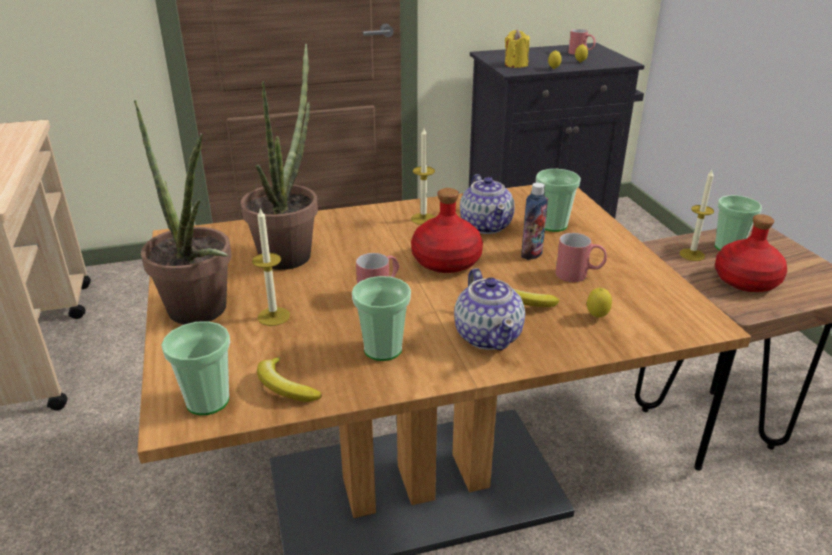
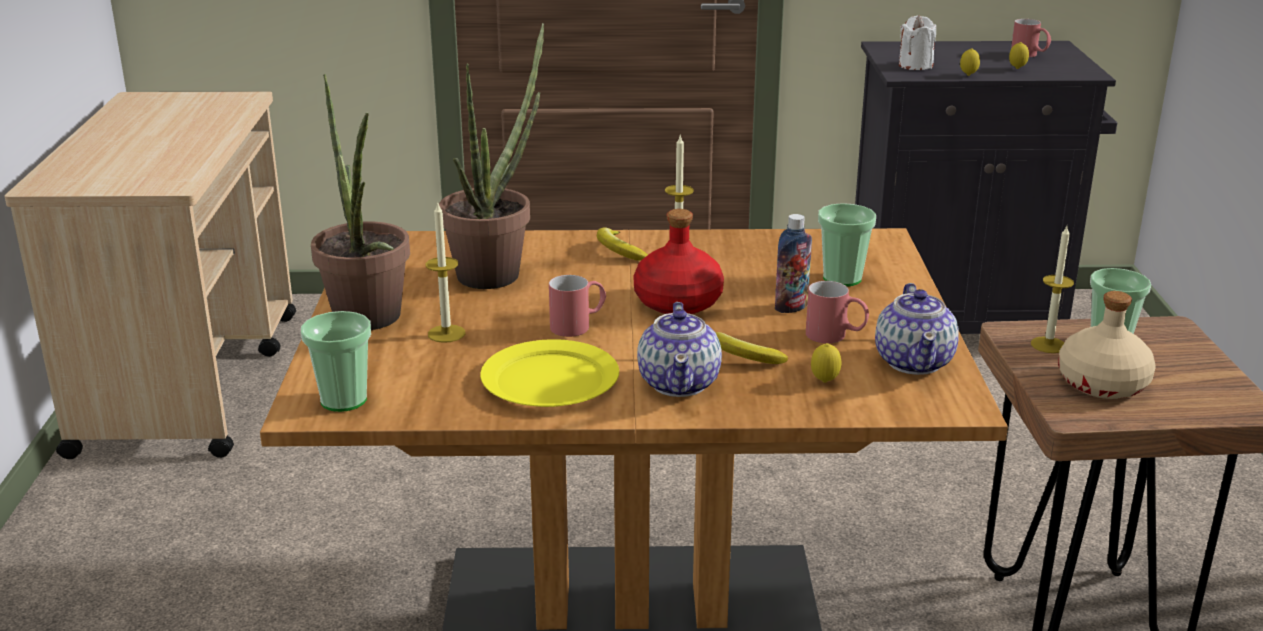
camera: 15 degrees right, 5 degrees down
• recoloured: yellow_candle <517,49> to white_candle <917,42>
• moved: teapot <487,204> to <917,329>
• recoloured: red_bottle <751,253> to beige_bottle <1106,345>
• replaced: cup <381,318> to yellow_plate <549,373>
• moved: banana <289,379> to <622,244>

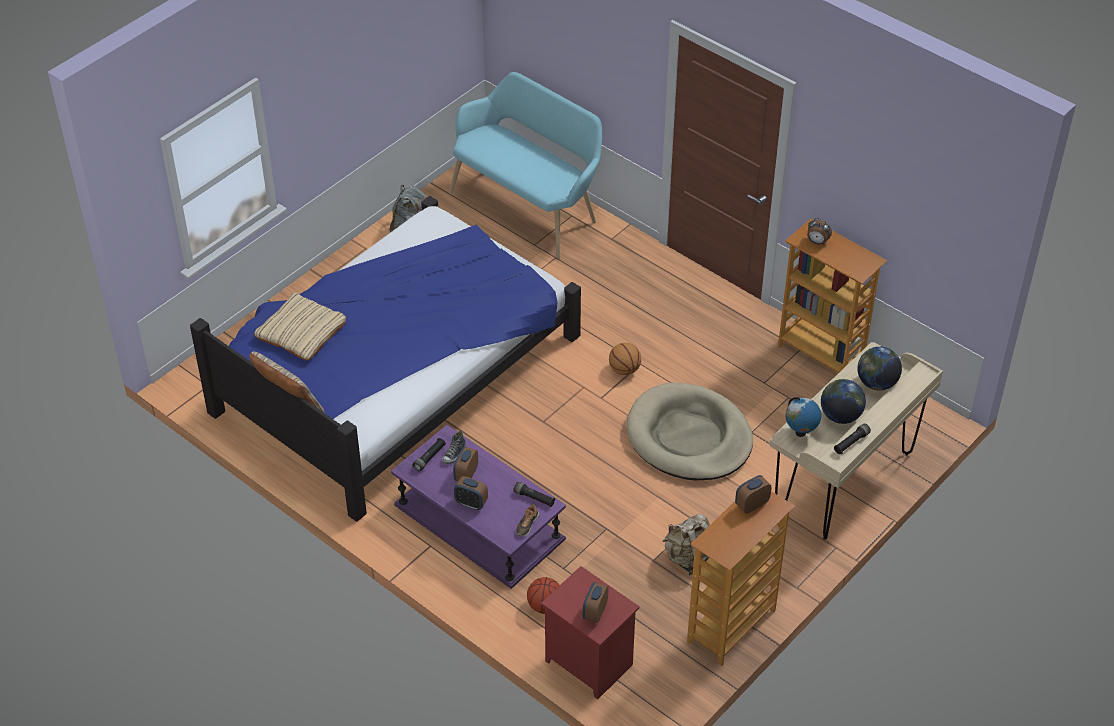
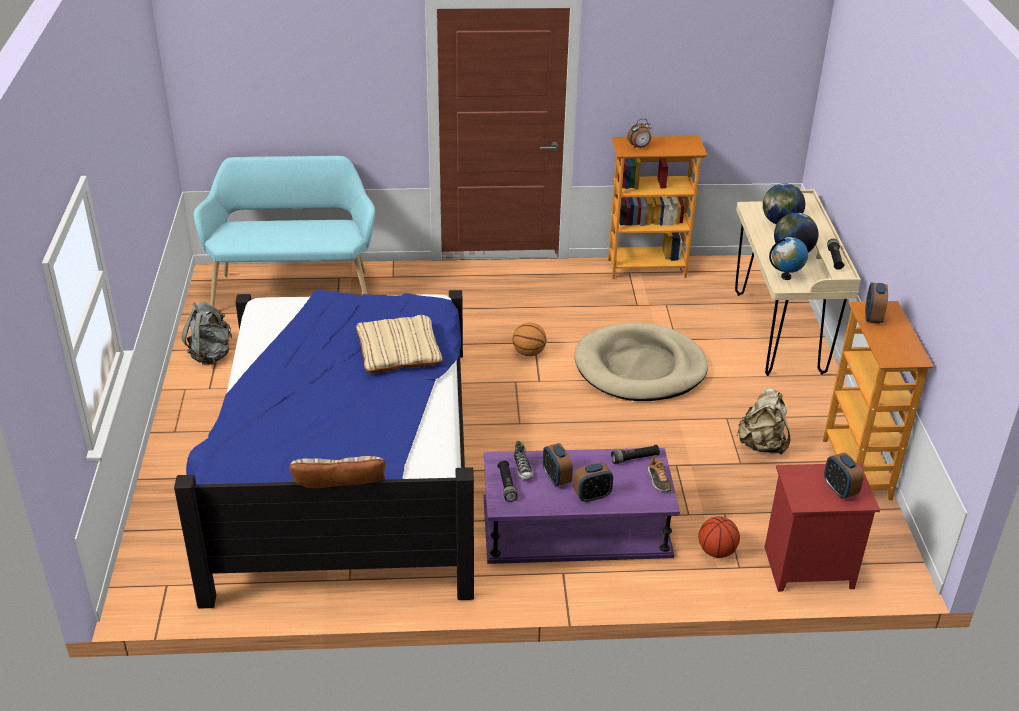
camera: 45 degrees left, 10 degrees down
• moved: beige_pillow <300,327> to <399,344>

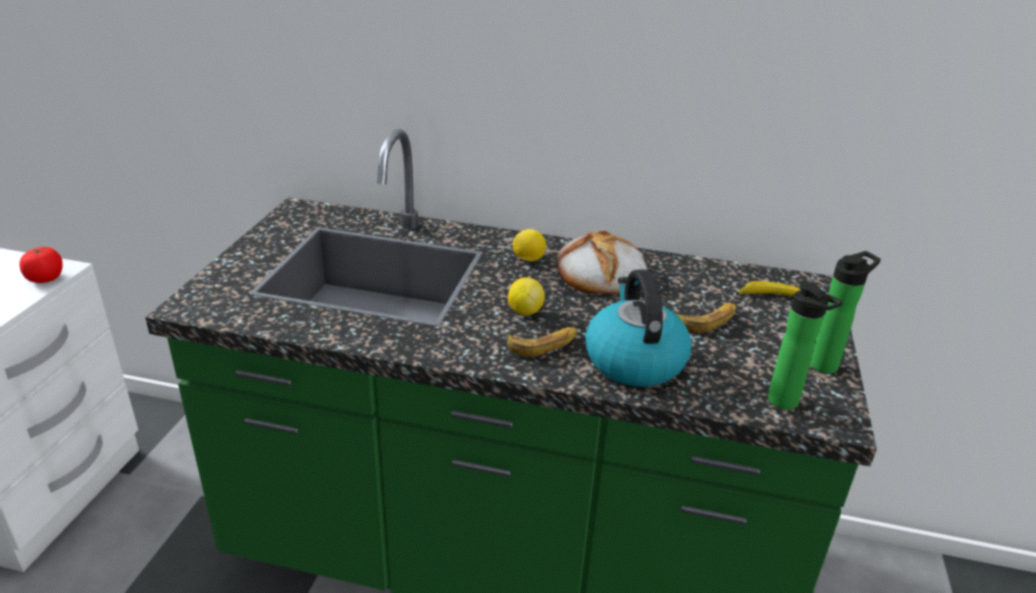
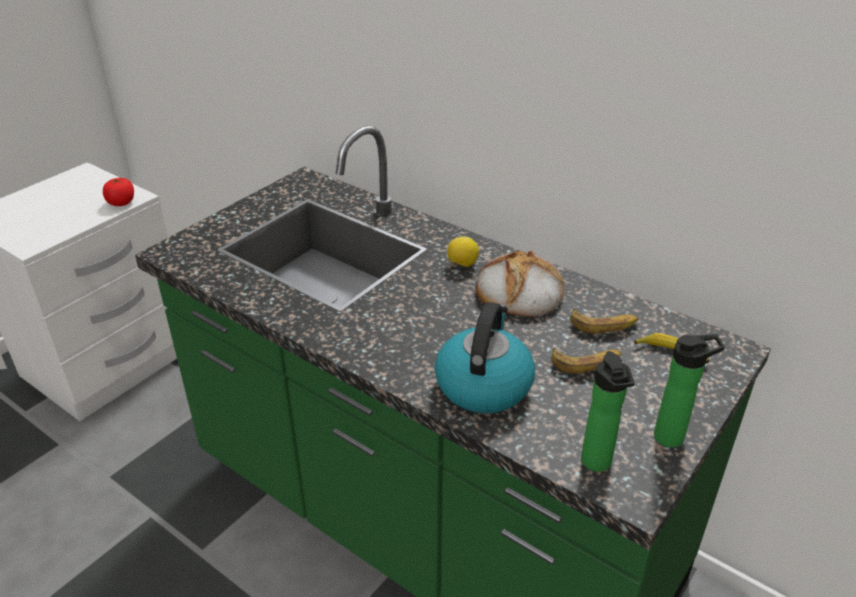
camera: 25 degrees right, 5 degrees up
• removed: lemon <526,296>
• moved: banana <542,342> to <604,321>

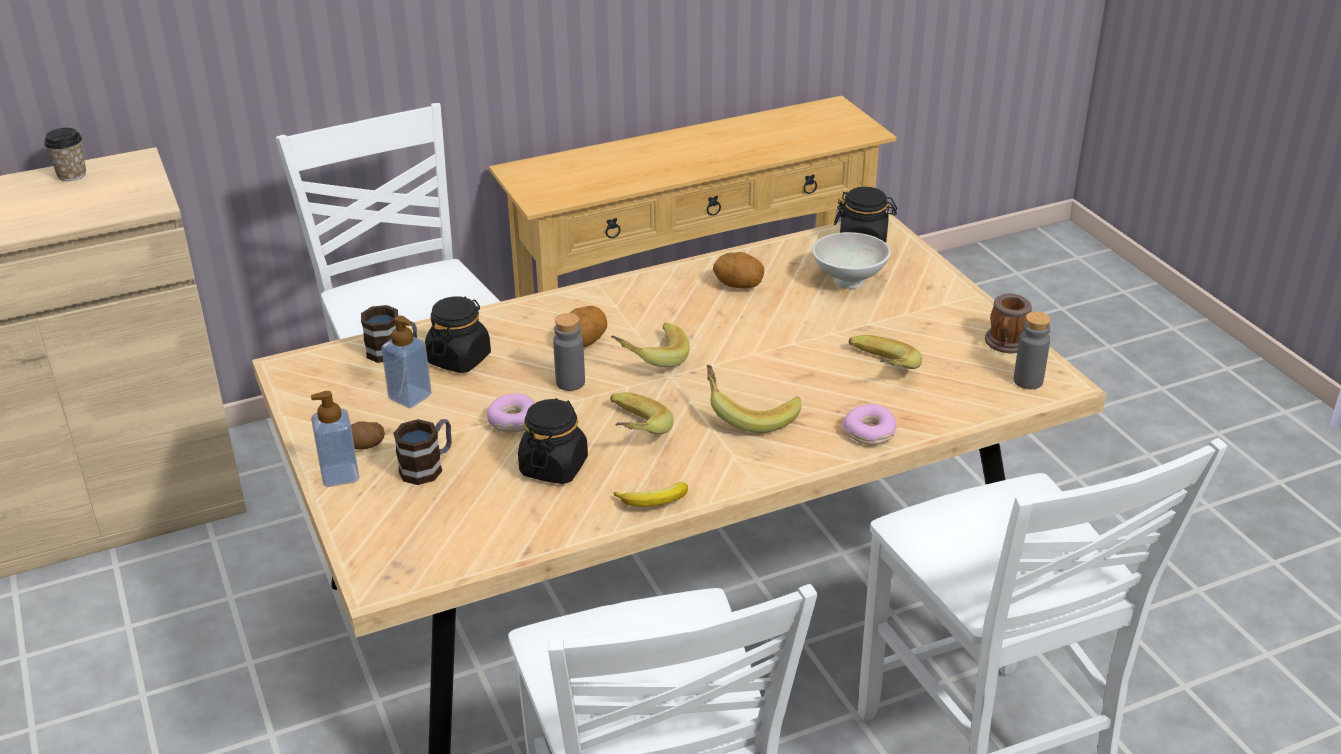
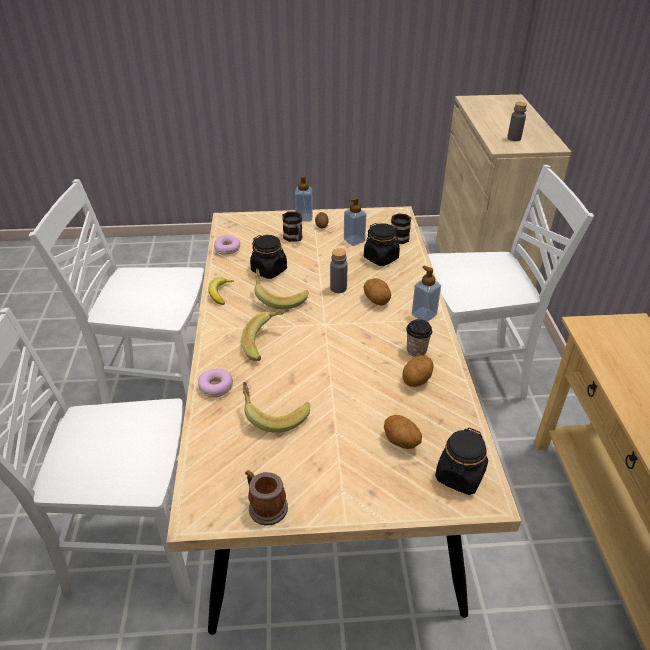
camera: 110 degrees right, 5 degrees up
• moved: cup <65,154> to <419,338>
• replaced: white_bowl <851,260> to potato <403,432>
• moved: grey_bottle <1032,350> to <517,121>
• removed: banana <650,345>
• moved: donut <511,413> to <227,245>
• added: soap_dispenser <426,294>

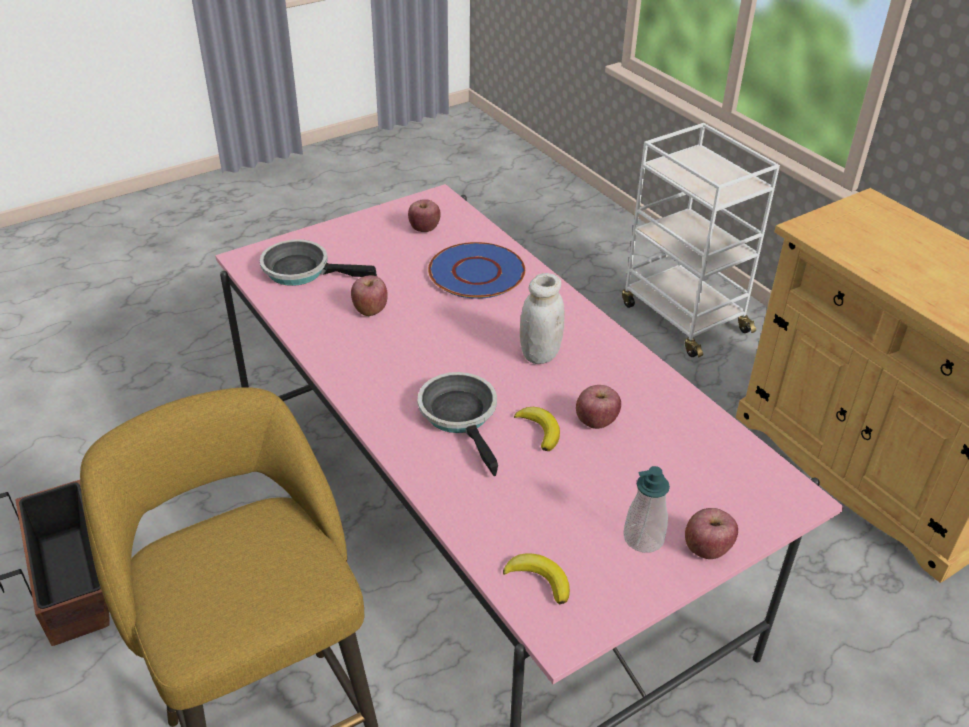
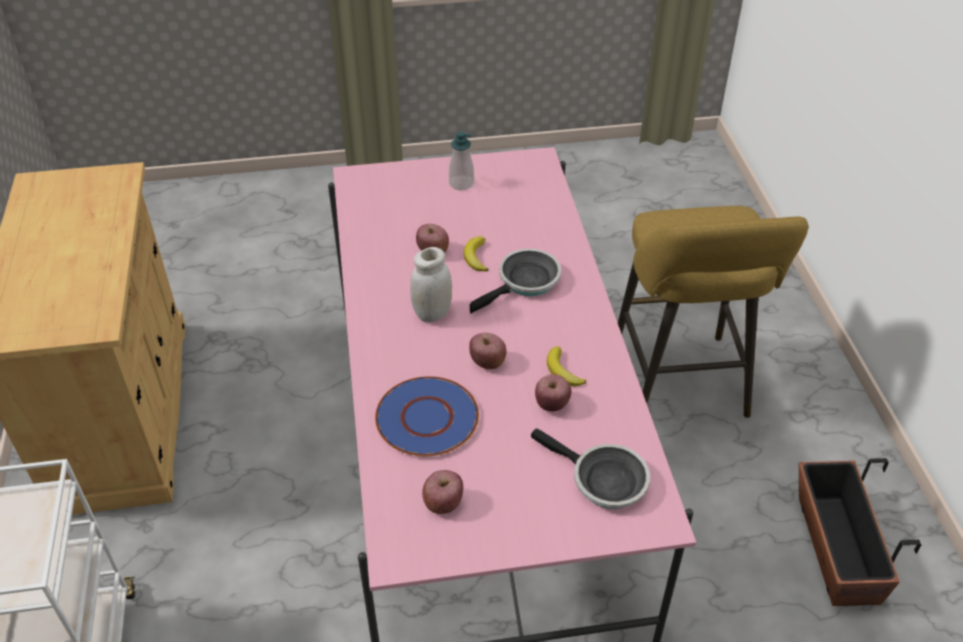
camera: 155 degrees left, 5 degrees up
• turned: frying_pan <458,424> = <515,281> 135 degrees counterclockwise
• moved: apple <711,533> to <488,351>
• moved: banana <536,579> to <566,366>

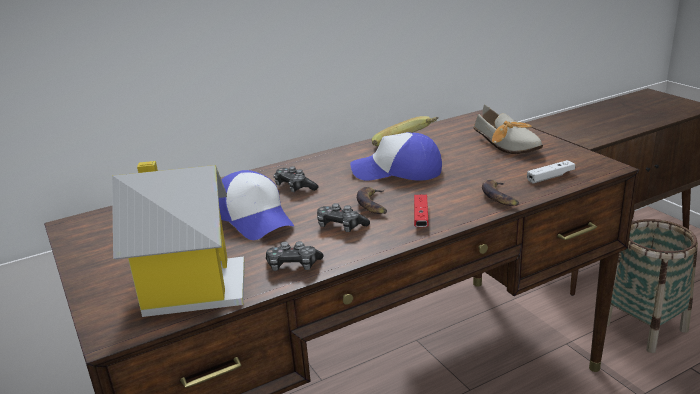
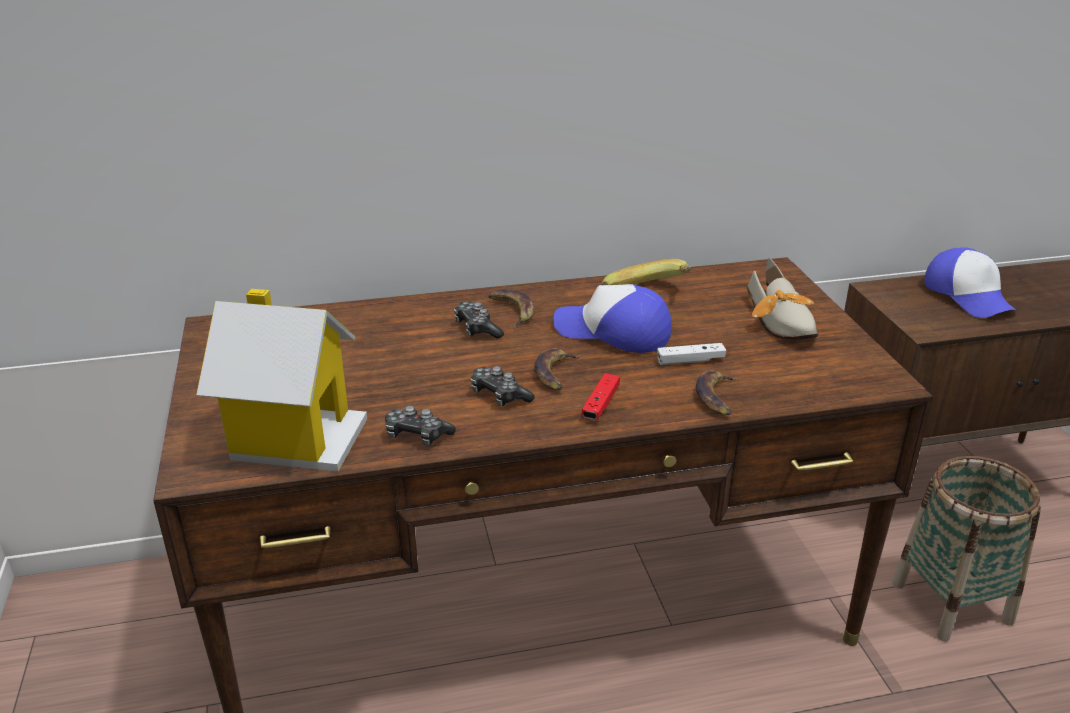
camera: 15 degrees right, 5 degrees up
• moved: white_game_controller <551,171> to <691,354>
• moved: cap <256,205> to <971,282>
• added: banana <511,308>

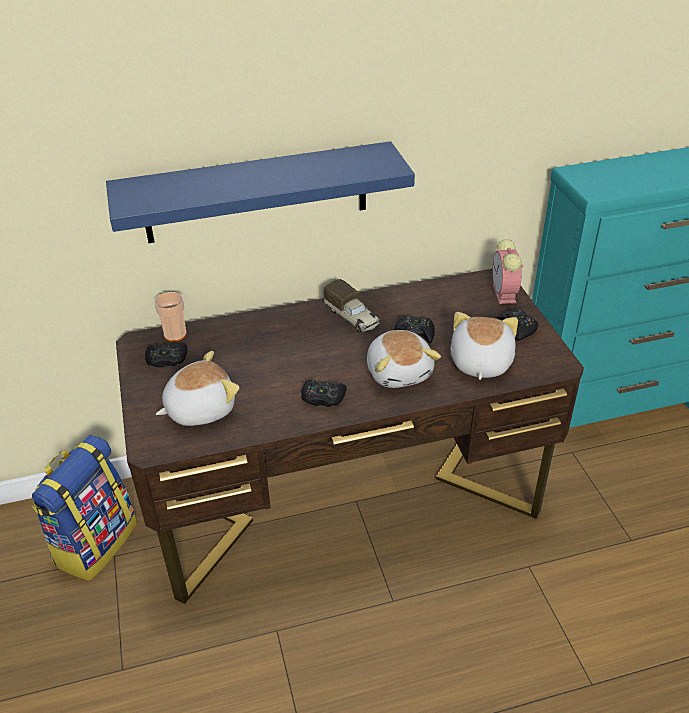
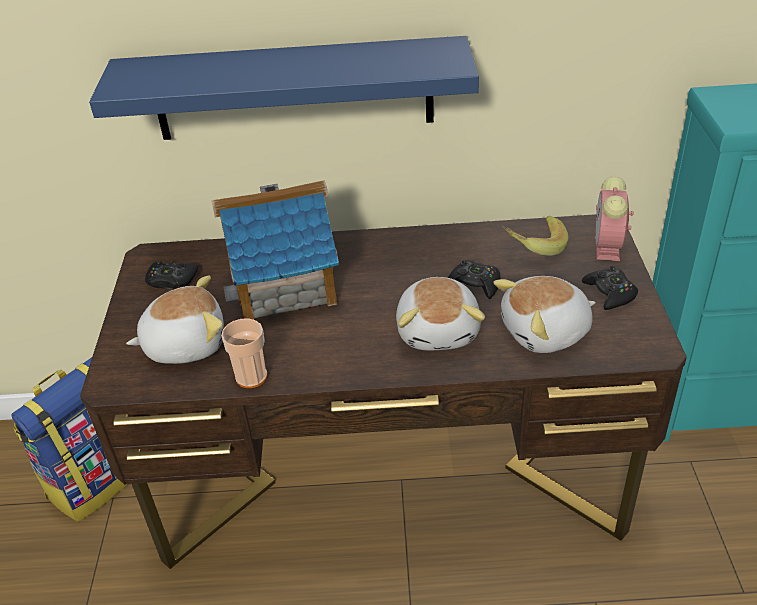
camera: 15 degrees right, 0 degrees up
• removed: toy_truck <351,306>
• moved: cup <170,317> to <244,353>
• turned: plush_toy <484,346> = <544,314> 135 degrees counterclockwise
• removed: black_game_controller <324,393>
• added: toy_house <275,250>
• added: banana <534,236>

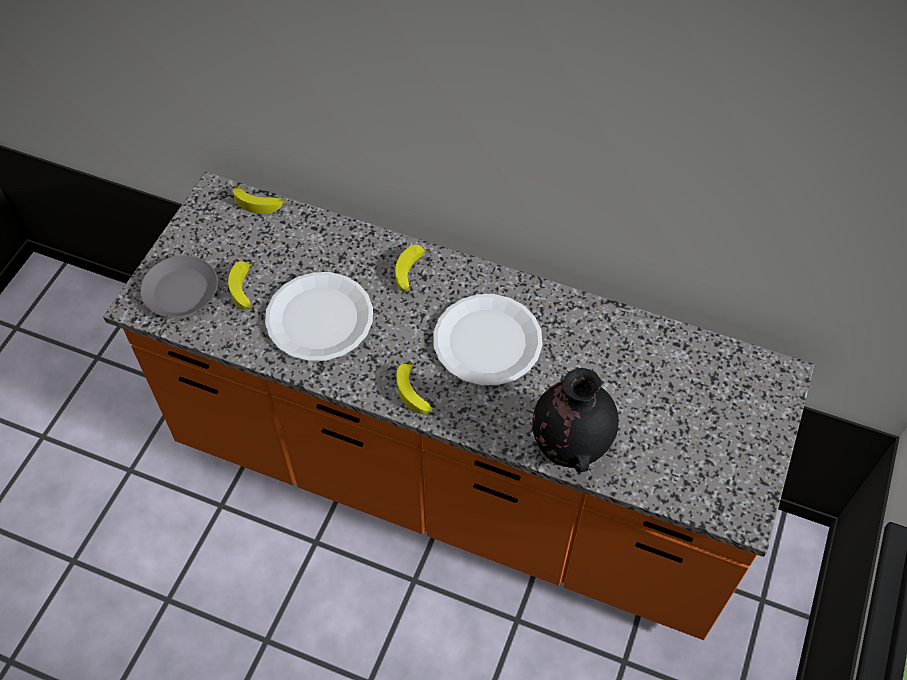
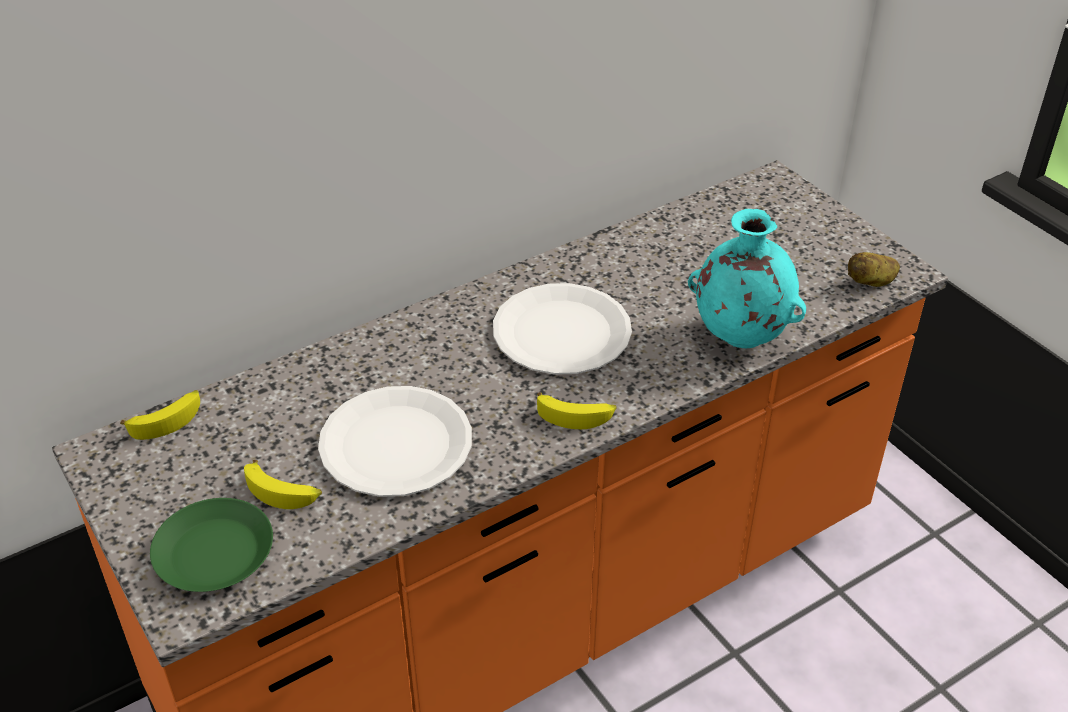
camera: 55 degrees left, 15 degrees down
• removed: banana <411,268>
• recoloured: grey_plate <179,286> to green_plate <211,545>
• recoloured: black_vase <575,420> to turquoise_vase <747,279>
• added: potato <874,269>

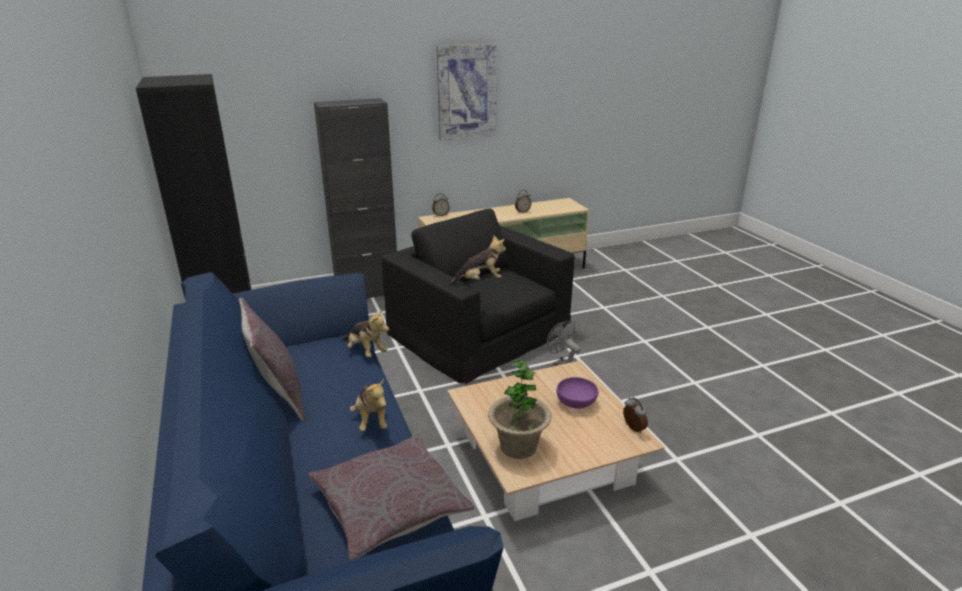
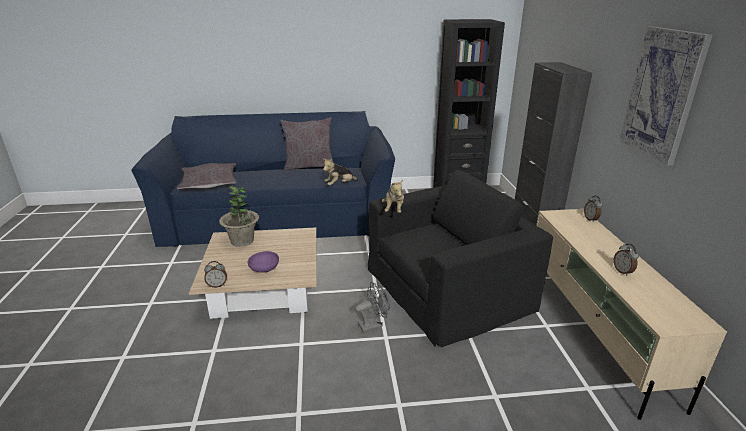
camera: 105 degrees right, 0 degrees up
• removed: plush_toy <368,404>

